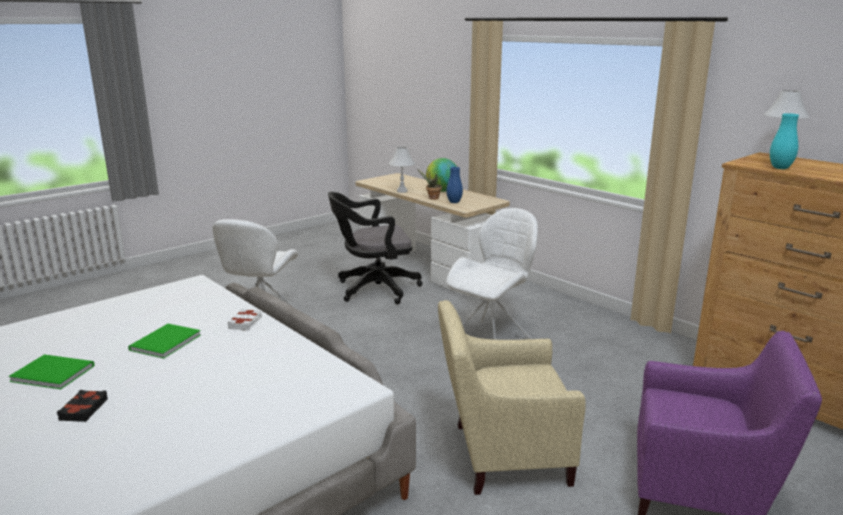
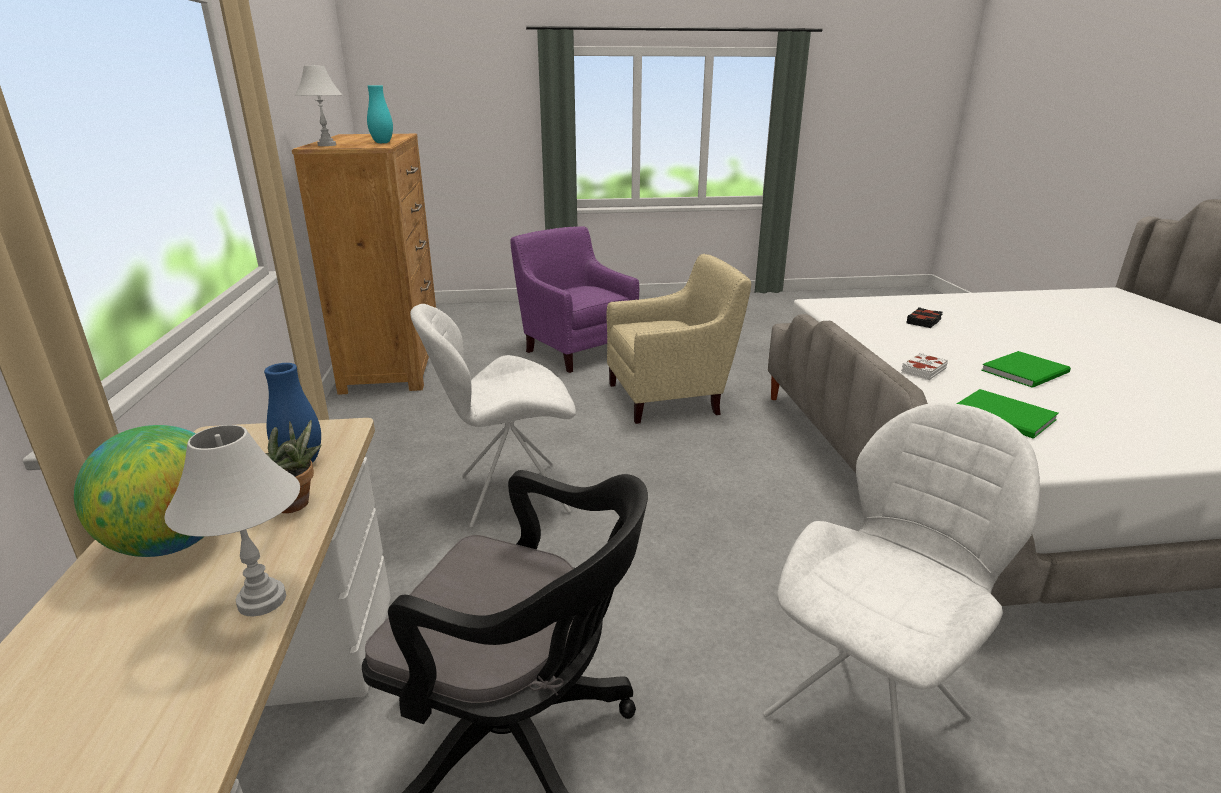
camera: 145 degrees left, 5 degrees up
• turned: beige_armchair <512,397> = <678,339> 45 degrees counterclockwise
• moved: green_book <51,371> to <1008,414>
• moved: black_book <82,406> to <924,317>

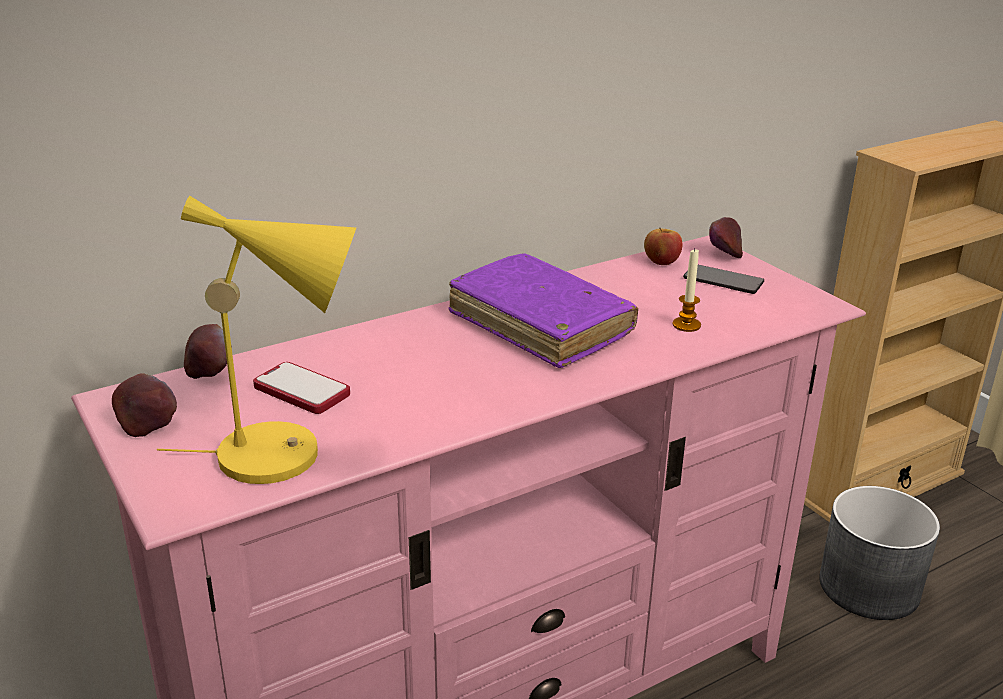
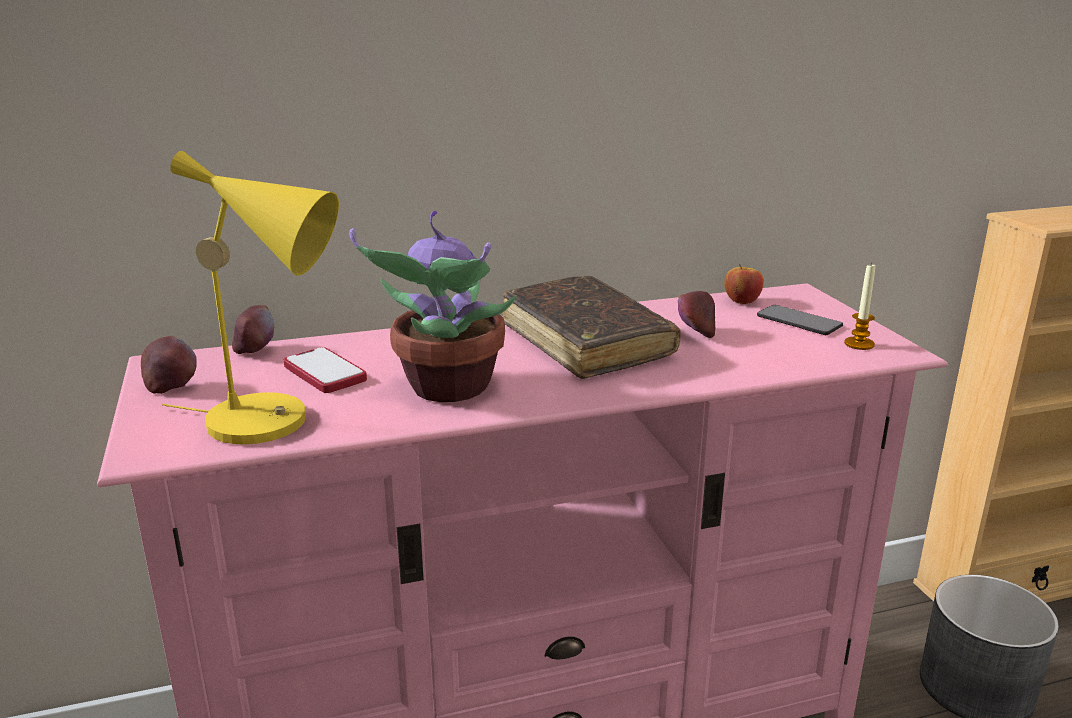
camera: 15 degrees right, 5 degrees down
• moved: apple <726,237> to <696,314>
• moved: candle <687,290> to <860,306>
• recoloured: purple_book <543,310> to brown_book <592,327>
• added: potted_plant <433,306>

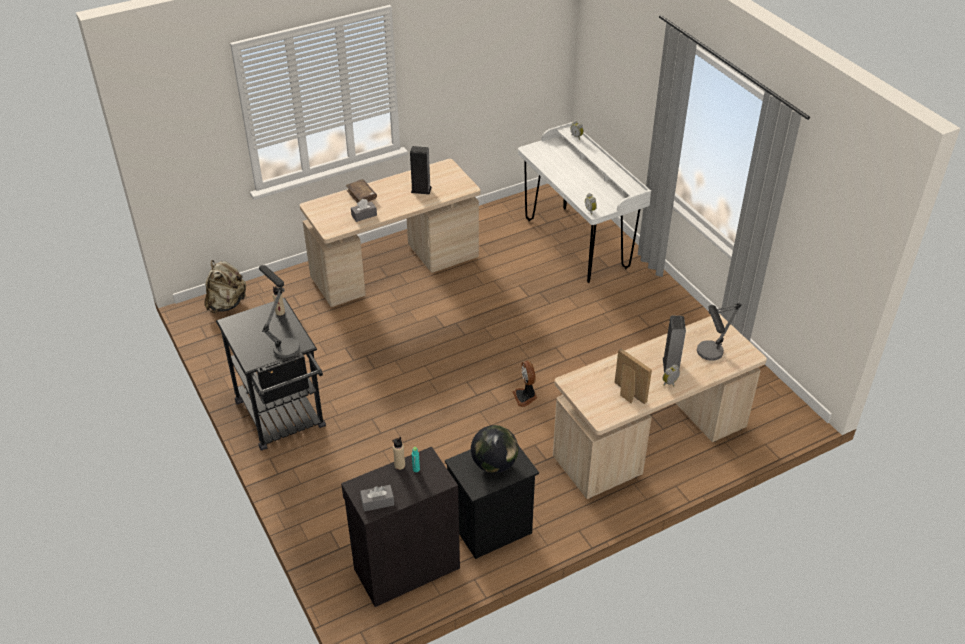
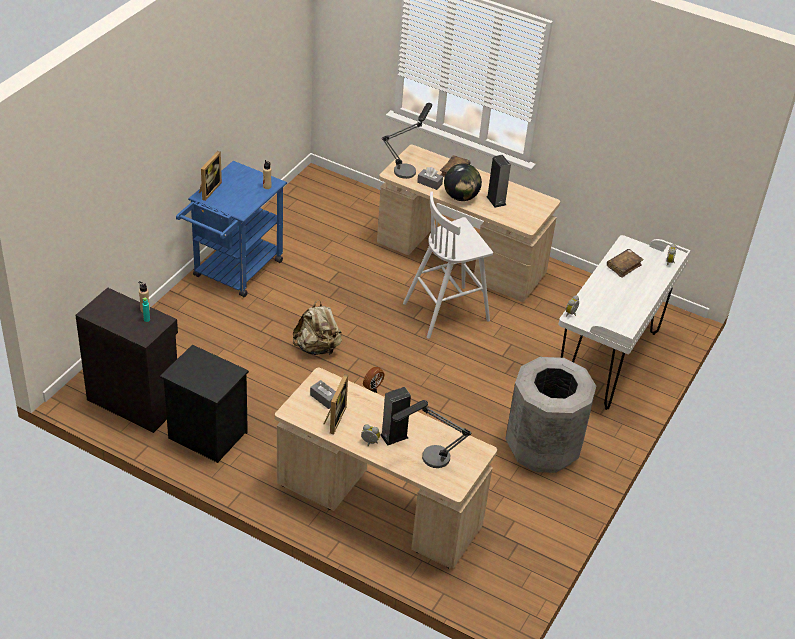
camera: 55 degrees right, 0 degrees up
• moved: beige_backpack <225,286> to <317,327>
• moved: table_lamp <279,311> to <407,141>
• recoloured: black_cart <271,374> to blue_cart <231,229>
• moved: globe <494,449> to <463,182>
• moved: grey_tissue_box <377,498> to <323,394>
• added: picture_frame <210,176>
• added: white_stool <448,265>
• added: brown_book <625,263>
• added: grey_trash_can <550,415>

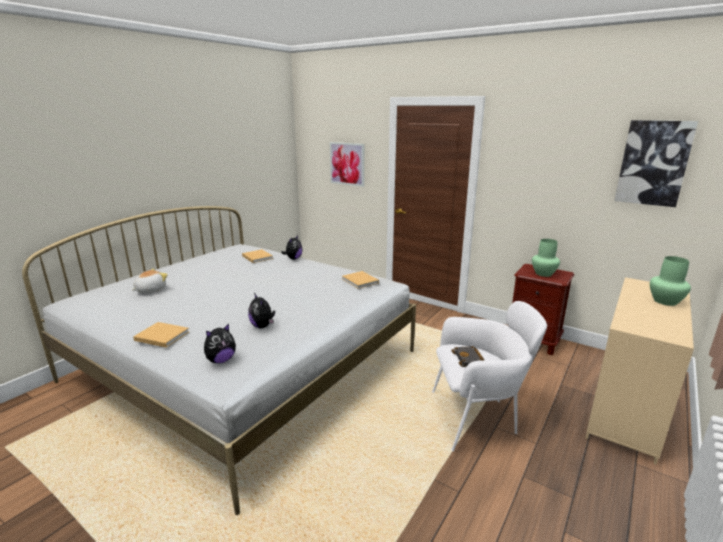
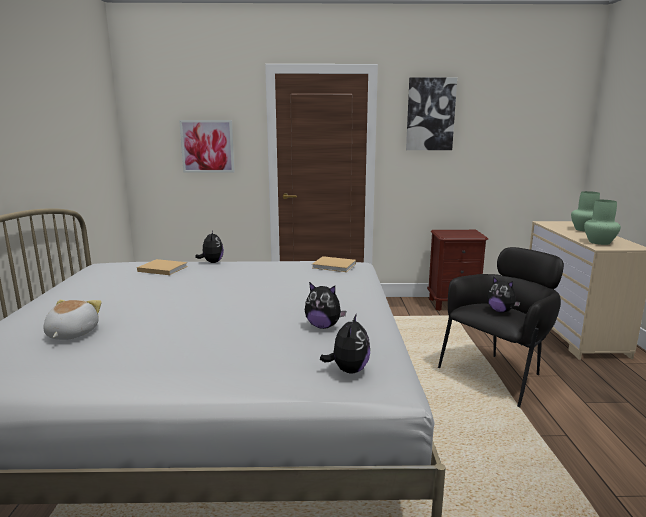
camera: 35 degrees left, 5 degrees down
• moved: picture <656,163> to <431,114>
• moved: green_vase <546,258> to <602,222>
• recoloured: white_armchair <489,376> to black_armchair <501,327>
• removed: beige_book <161,335>
• replaced: black_book <467,356> to plush_toy <503,294>

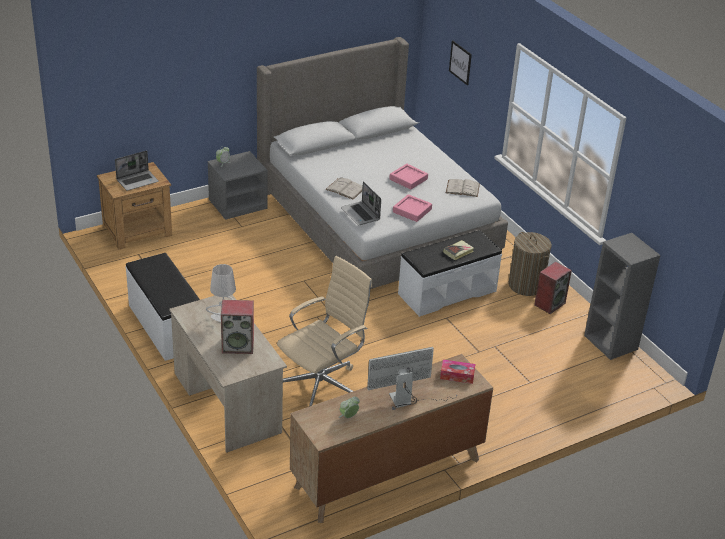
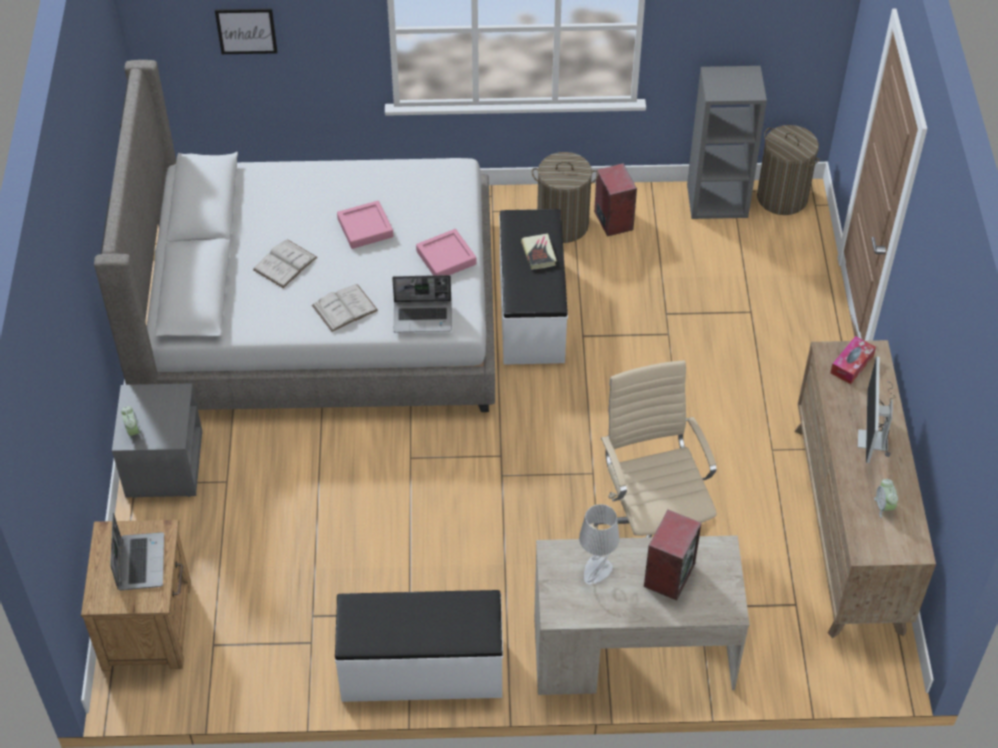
camera: 60 degrees left, 15 degrees up
• moved: white_book <463,188> to <285,263>
• added: laundry_basket <788,170>

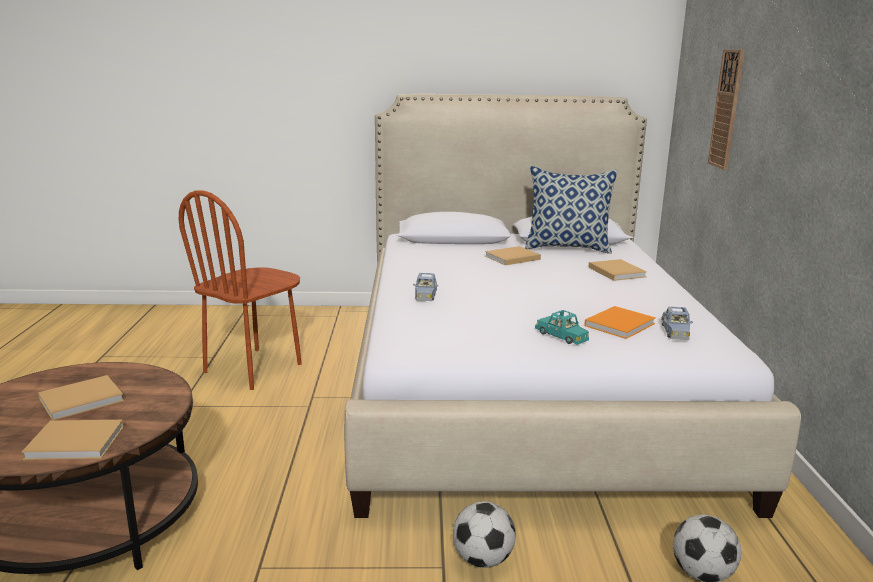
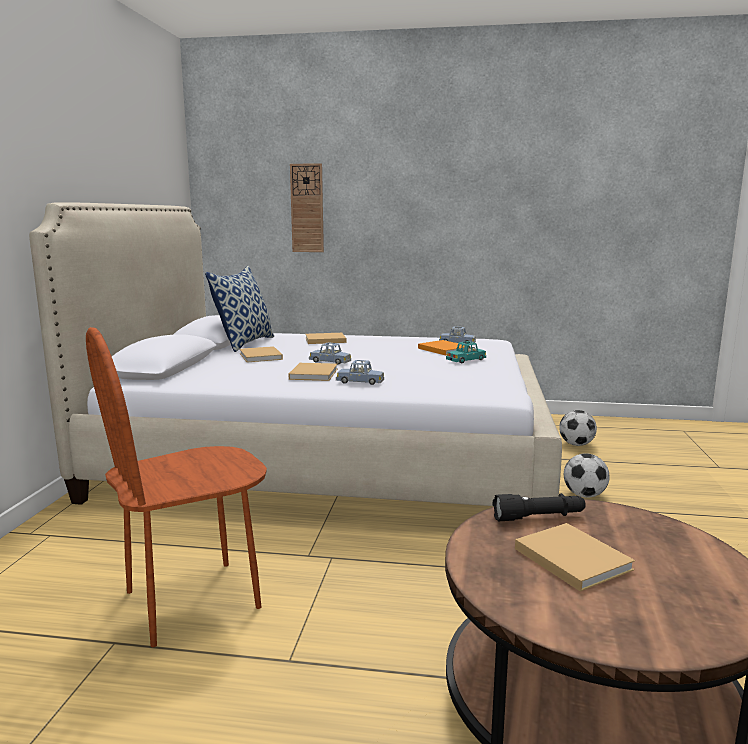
camera: 80 degrees left, 5 degrees down
• turned: brown_chair <240,290> = <176,487> 105 degrees clockwise
• moved: beige_book <72,440> to <313,372>
• added: blue_toy_car <330,353>
• added: black_flashlight <539,507>

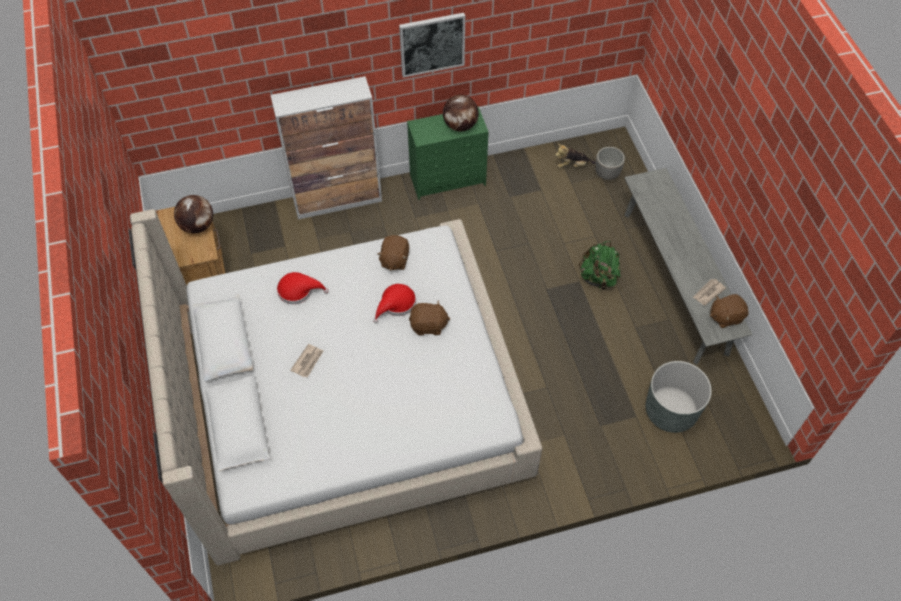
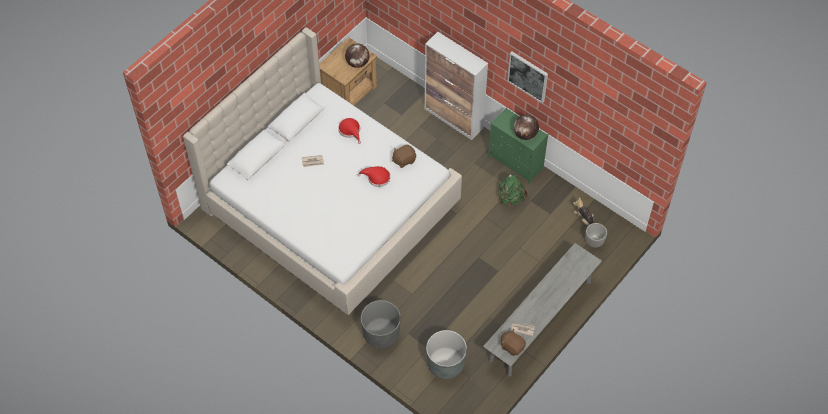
camera: 55 degrees right, 0 degrees up
• moved: green_backpack <600,265> to <513,190>
• removed: brown_plush_toy <429,317>
• added: grey_planter <381,324>

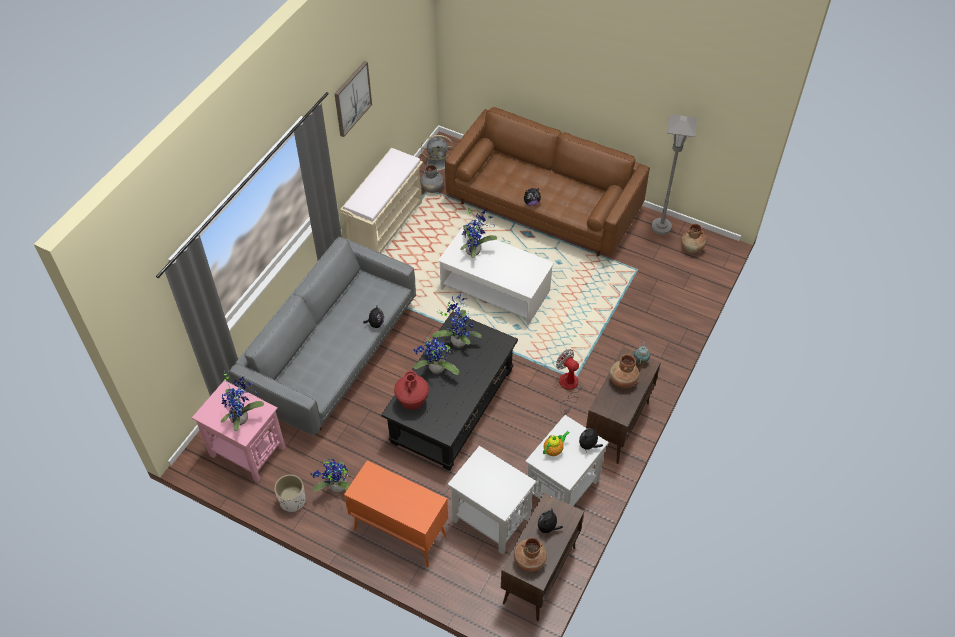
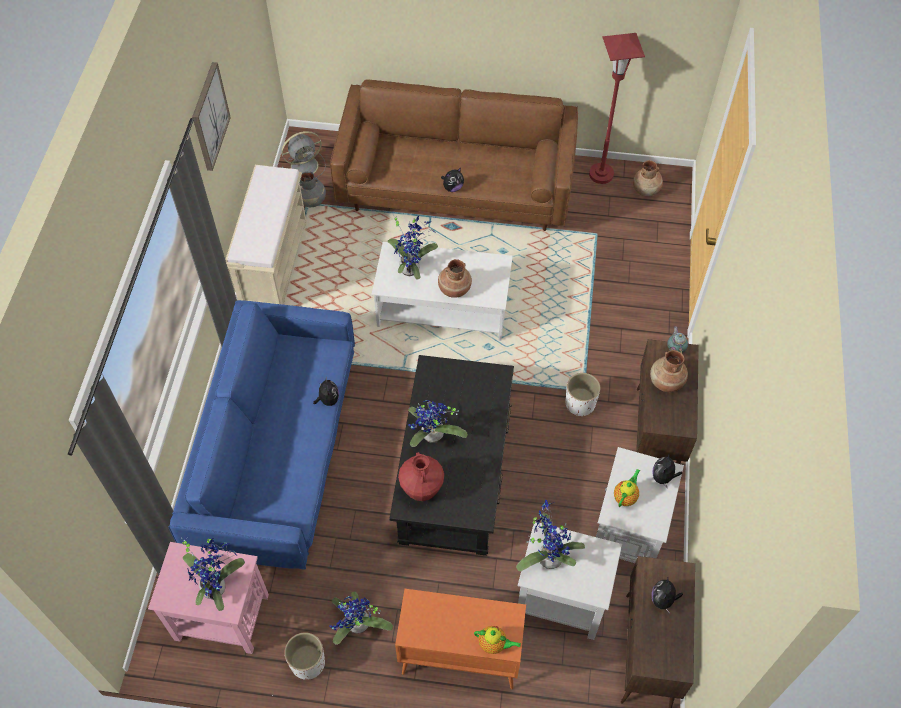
camera: 20 degrees left, 5 degrees up
• recoloured: grey_floor_lamp <674,174> to red_floor_lamp <617,108>
• recoloured: grey_sofa <322,336> to blue_sofa <261,434>
• moved: potted_plant <457,320> to <550,535>
• replaced: fan <568,382> to white_planter <582,394>
• moved: brown_vase <530,555> to <455,278>
• added: teapot <497,640>

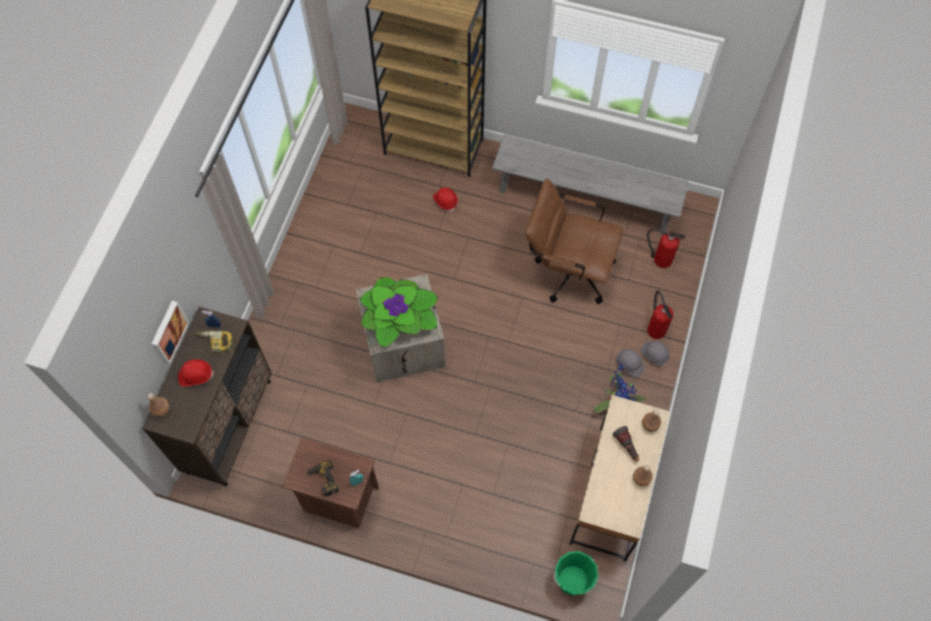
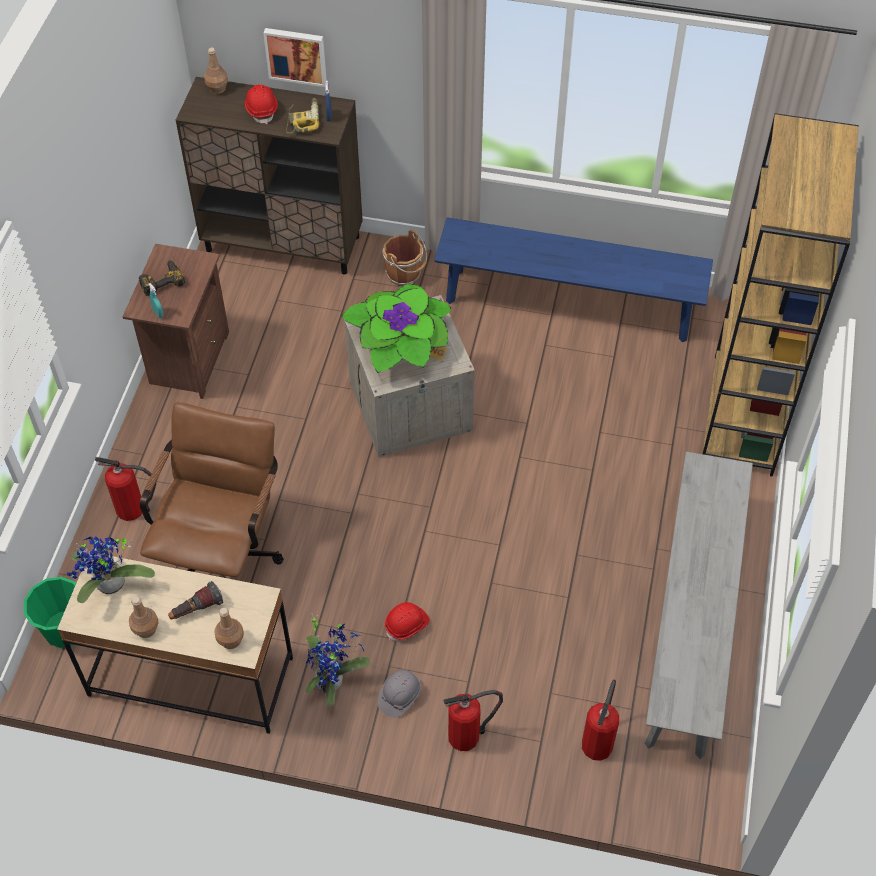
camera: 85 degrees right, 10 degrees down
• moved: brown_office_chair <574,241> to <212,490>
• moved: red_hard_hat <445,199> to <407,621>
• removed: grey_hard_hat <655,354>
• added: blue_bench <573,279>
• added: brown_bucket <405,258>
• added: fire_extinguisher <126,489>
• added: potted_plant <111,569>

